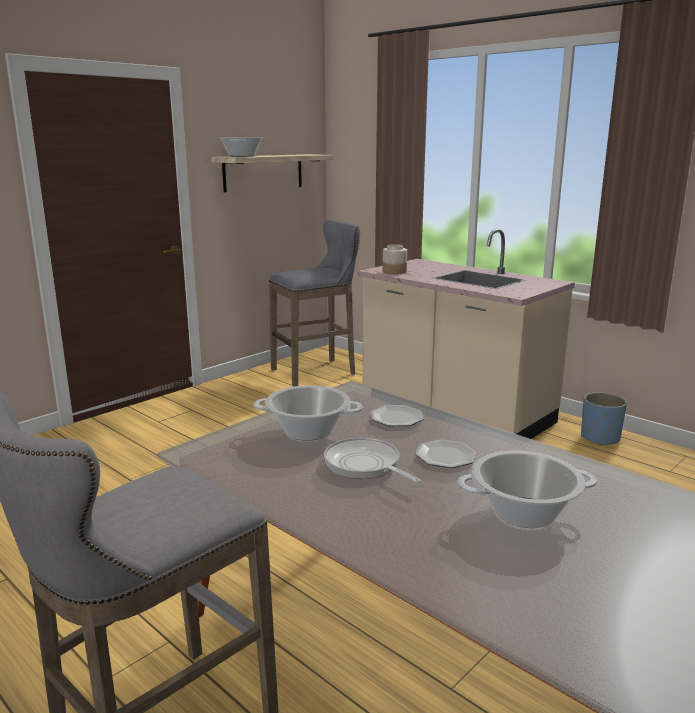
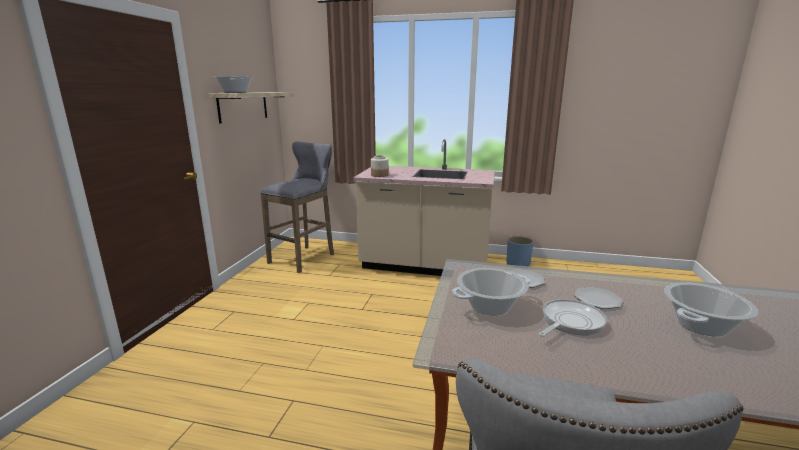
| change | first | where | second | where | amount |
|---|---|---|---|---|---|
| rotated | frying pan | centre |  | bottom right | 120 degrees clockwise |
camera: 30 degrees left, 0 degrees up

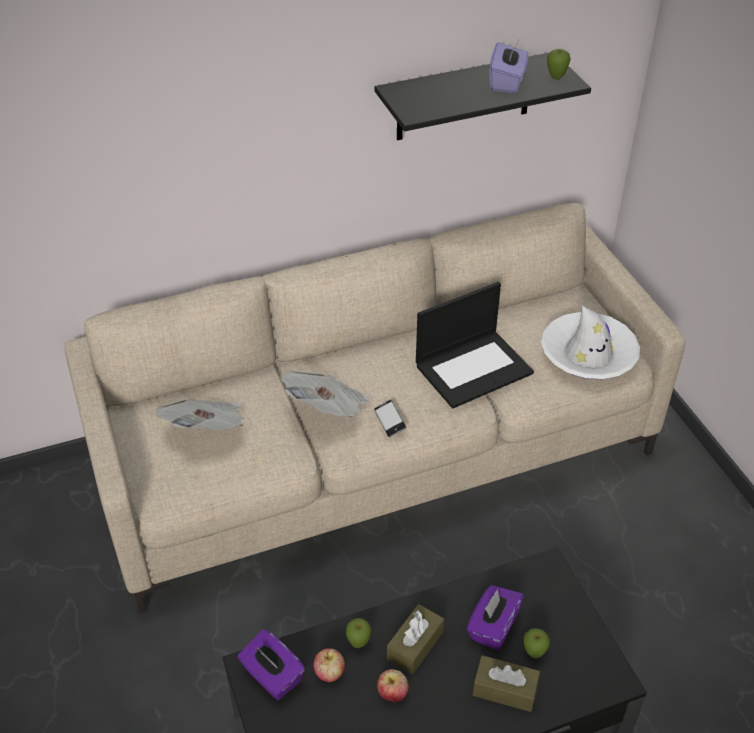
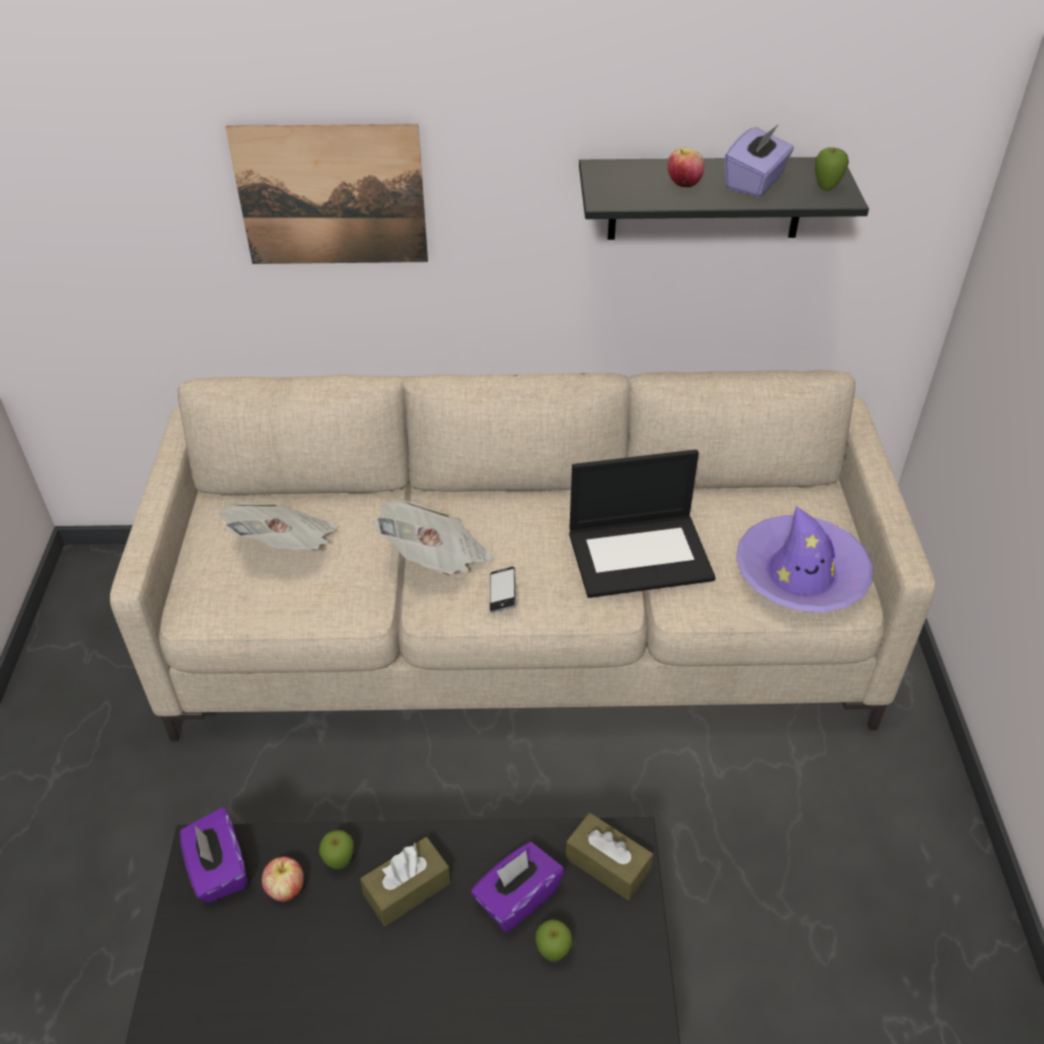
| change | first | where | second | where | amount |
|---|---|---|---|---|---|
| new |  |  | picture | top left |  |
| shifted | apple (no. 3 from left in the first image) | bottom centre | apple (no. 4 from left) | top centre |  |
| shifted | brown tissue box (no. 2 from left) | bottom right |  | bottom centre |  |
| repainted | white hat | middle right | purple hat | middle right |  |
camera: 20 degrees right, 0 degrees up

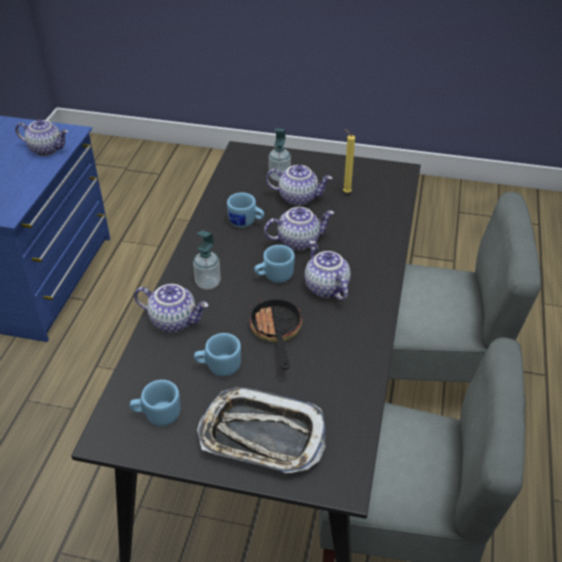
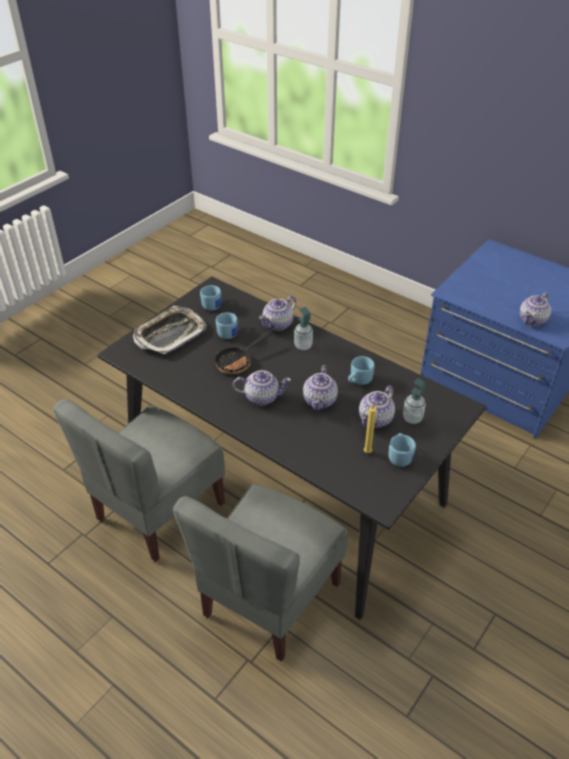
| change | first | where | second | where | amount |
|---|---|---|---|---|---|
| shifted | blue mug (no. 4 from left) | centre |  | middle right |  |
| rotated | frying pan | centre |  | centre | 120 degrees clockwise |
camera: 115 degrees right, 0 degrees up

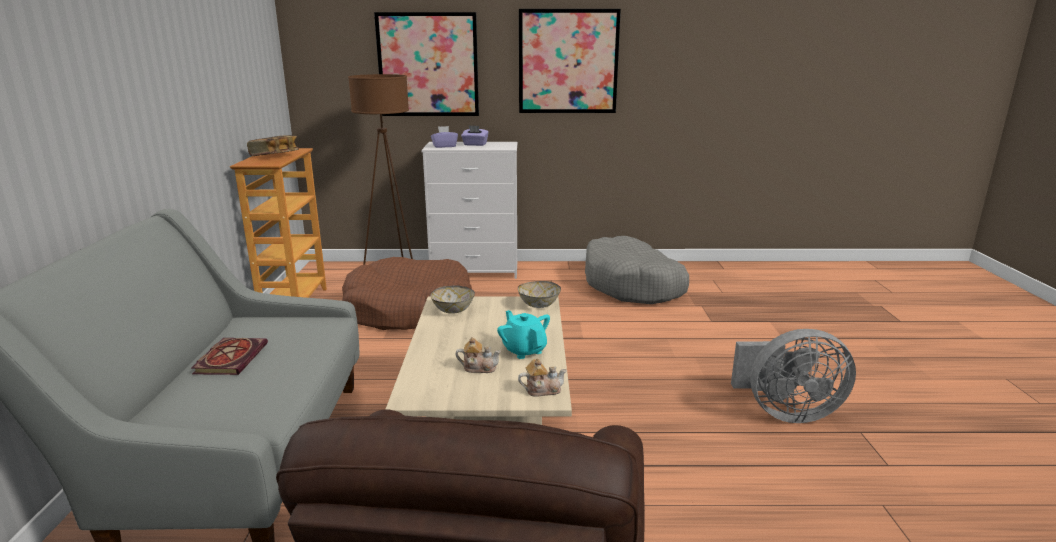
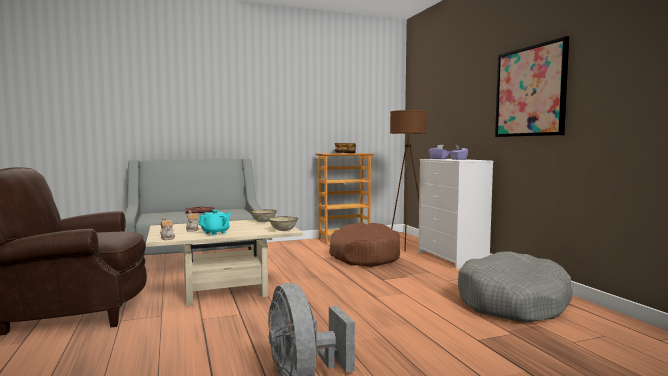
| change | first | where | second | where | amount |
|---|---|---|---|---|---|
| gone | picture (no. 1 from left) | top centre |  |  |  |
camera: 70 degrees right, 15 degrees down

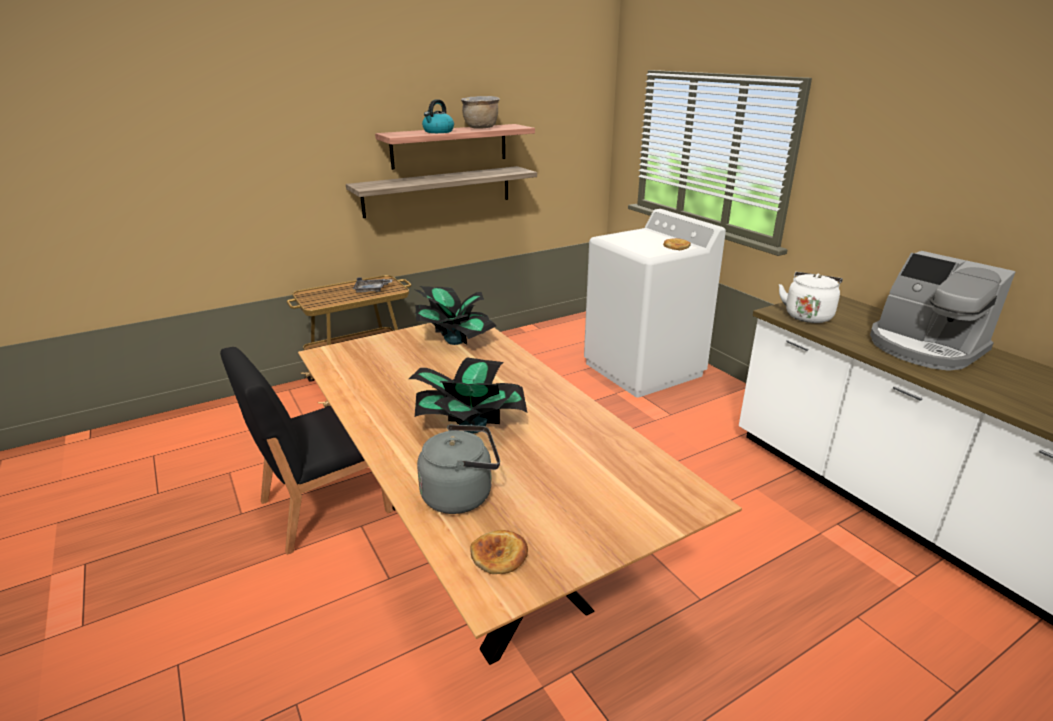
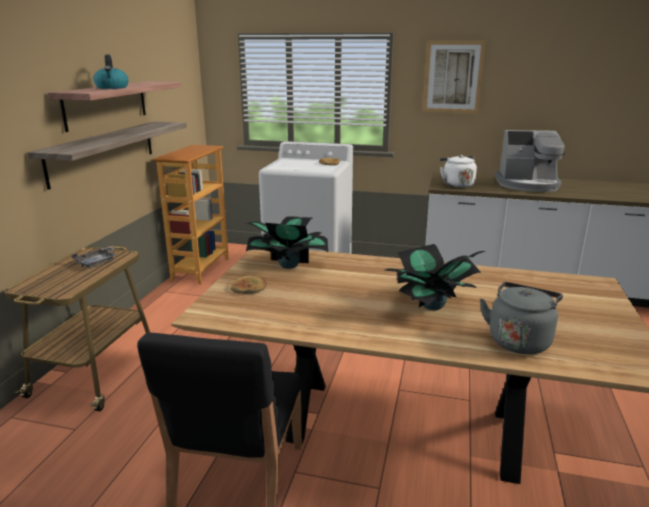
| change | first | where | second | where | amount |
|---|---|---|---|---|---|
| gone | brown cooking pot | top centre |  |  |  |
| new |  |  | bookcase | middle left |  |
| new |  |  | picture | top right |  |
| shifted | bread (no. 1 from left) | bottom centre |  | centre |  |
camera: 45 degrees left, 5 degrees down

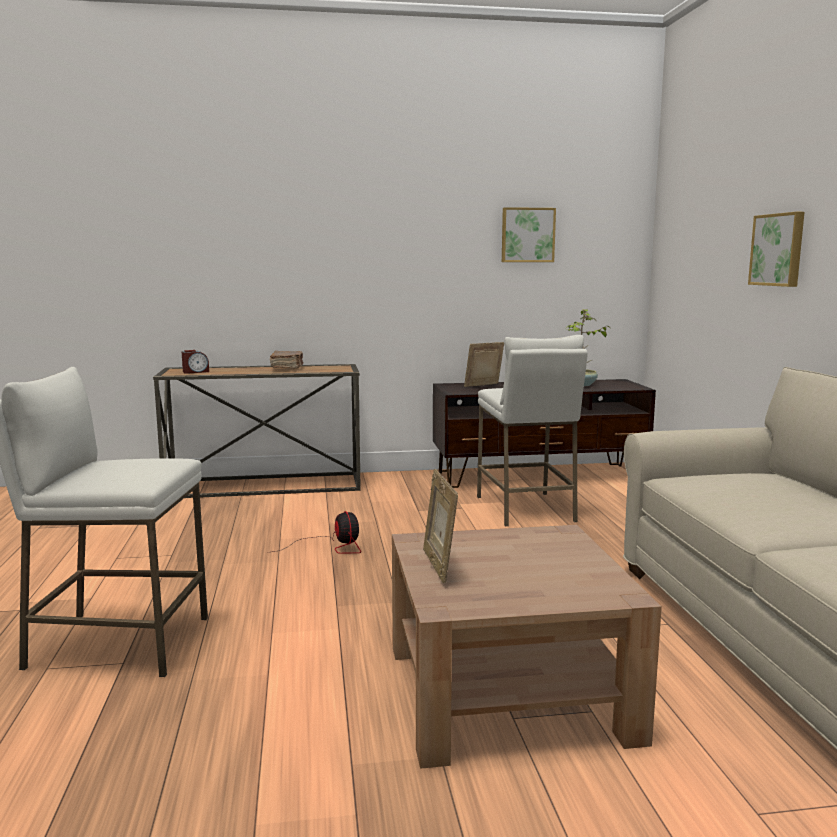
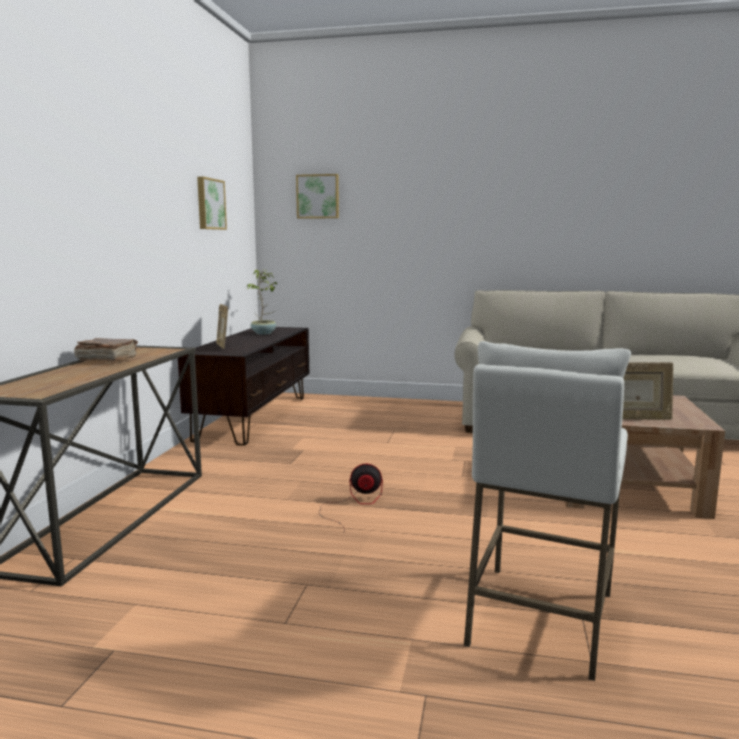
| change | first | where | second | where | amount |
|---|---|---|---|---|---|
| gone | alarm clock | middle left |  |  |  |
| gone | white stool (no. 2 from left) | centre |  |  |  |
| shifted | picture (no. 2 from left) | top right |  | top centre |  |
camera: 70 degrees left, 0 degrees up

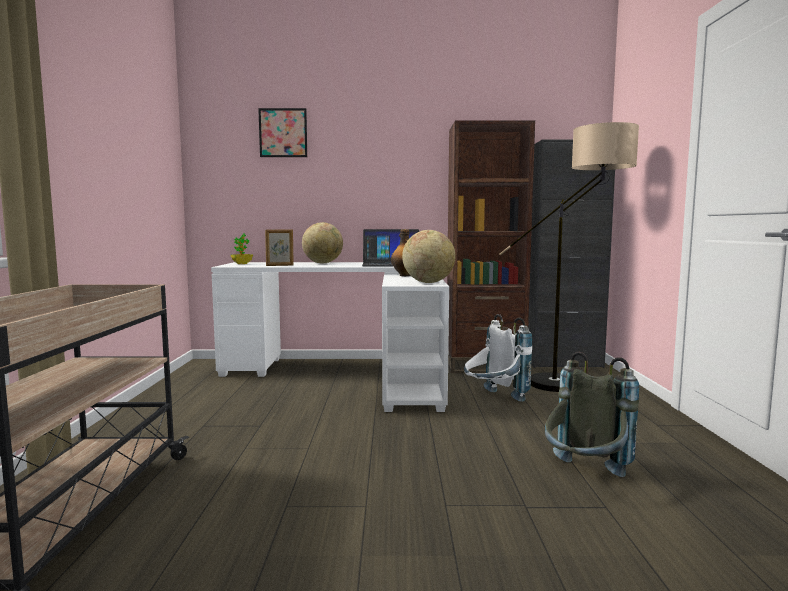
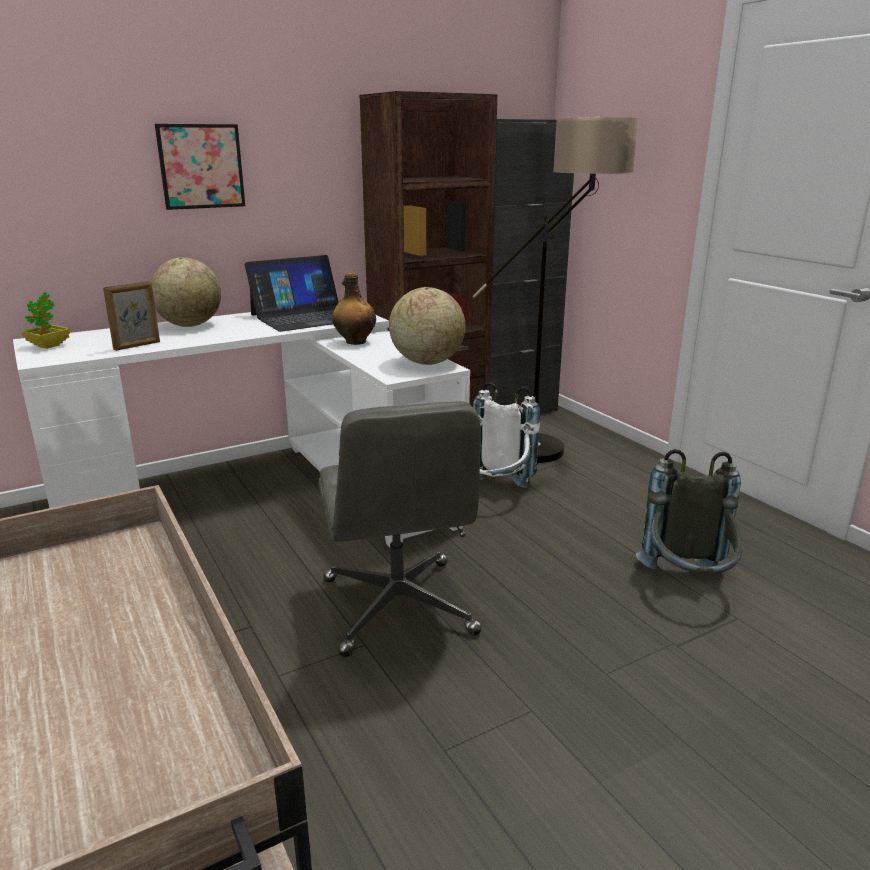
| change | first | where | second | where | amount |
|---|---|---|---|---|---|
| new |  |  | grey office chair | centre |  |
| shifted | picture | top centre |  | top left |  |
camera: 30 degrees left, 15 degrees up

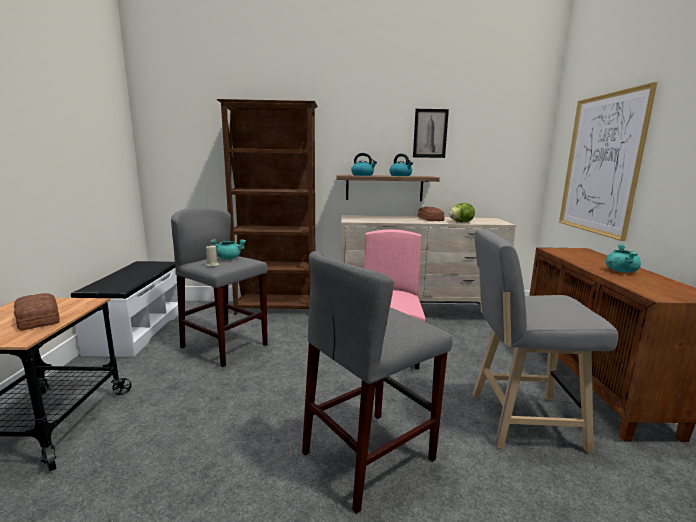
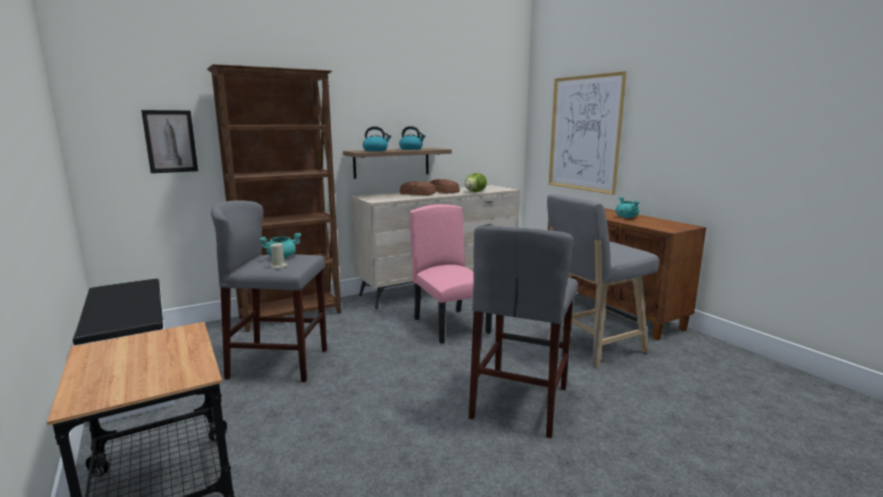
| change | first | where | second | where | amount |
|---|---|---|---|---|---|
| shifted | bread (no. 1 from left) | middle left |  | centre |  |
| shifted | picture (no. 1 from left) | top centre |  | top left |  |
camera: 30 degrees left, 0 degrees up

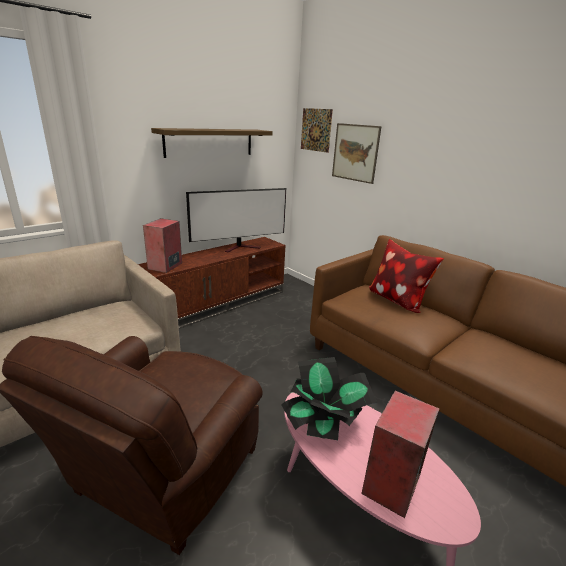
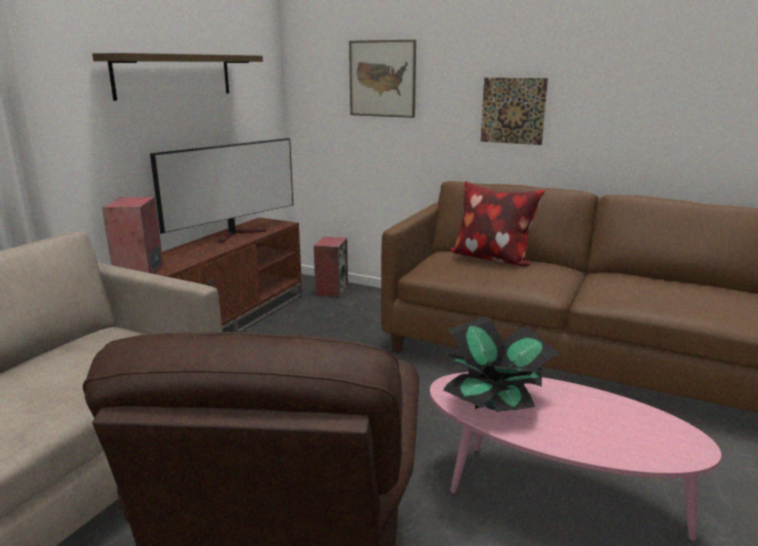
| change | first | where | second | where | amount |
|---|---|---|---|---|---|
| shifted | picture (no. 1 from left in the first image) | top centre | picture (no. 2 from left) | top right |  |
| shifted | speaker (no. 2 from left) | bottom right |  | centre |  |
camera: 20 degrees left, 5 degrees down

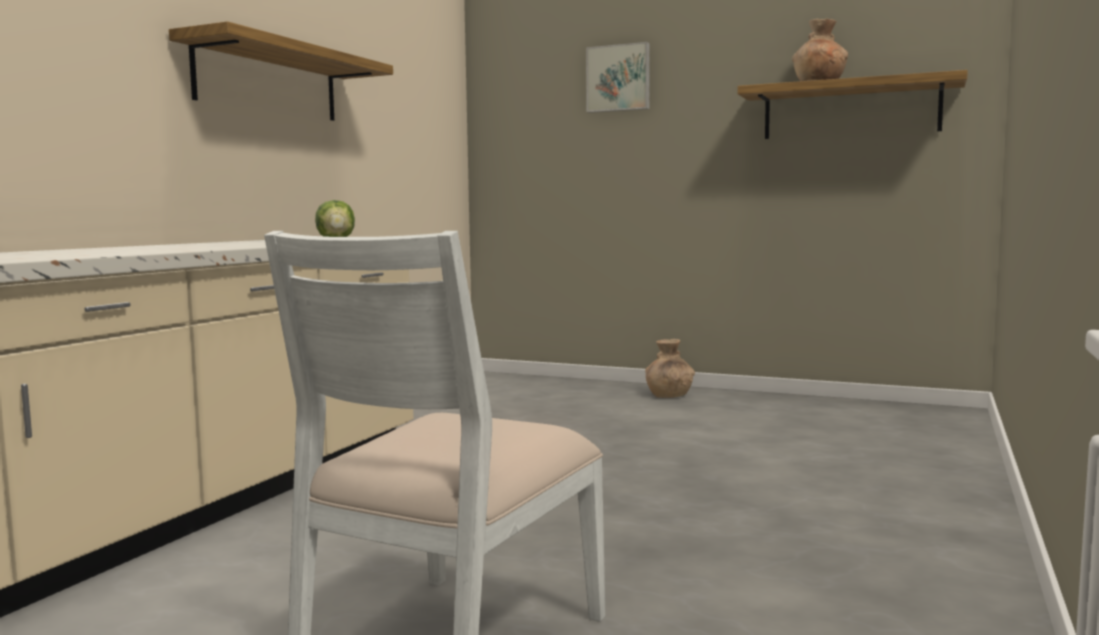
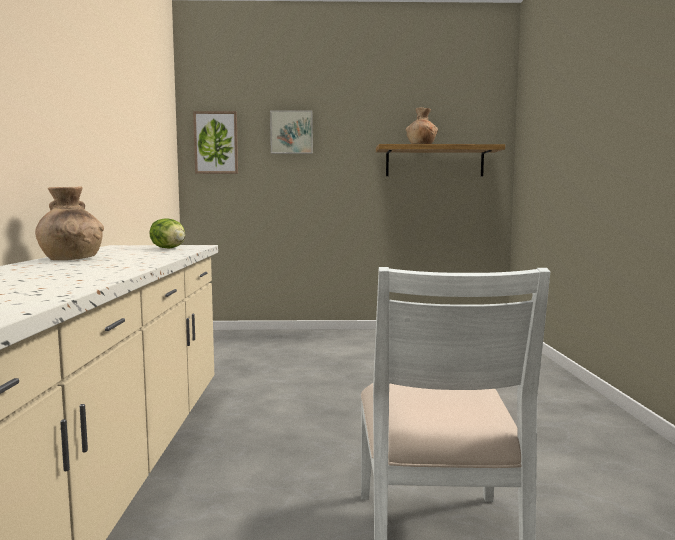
| change | first | where | second | where | amount |
|---|---|---|---|---|---|
| gone | shelf (no. 1 from left) | top left |  |  |  |
| new |  |  | picture (no. 1 from left) | top left |  |
| shifted | brown vase (no. 1 from left) | centre |  | middle left |  |
camera: 25 degrees left, 0 degrees up

